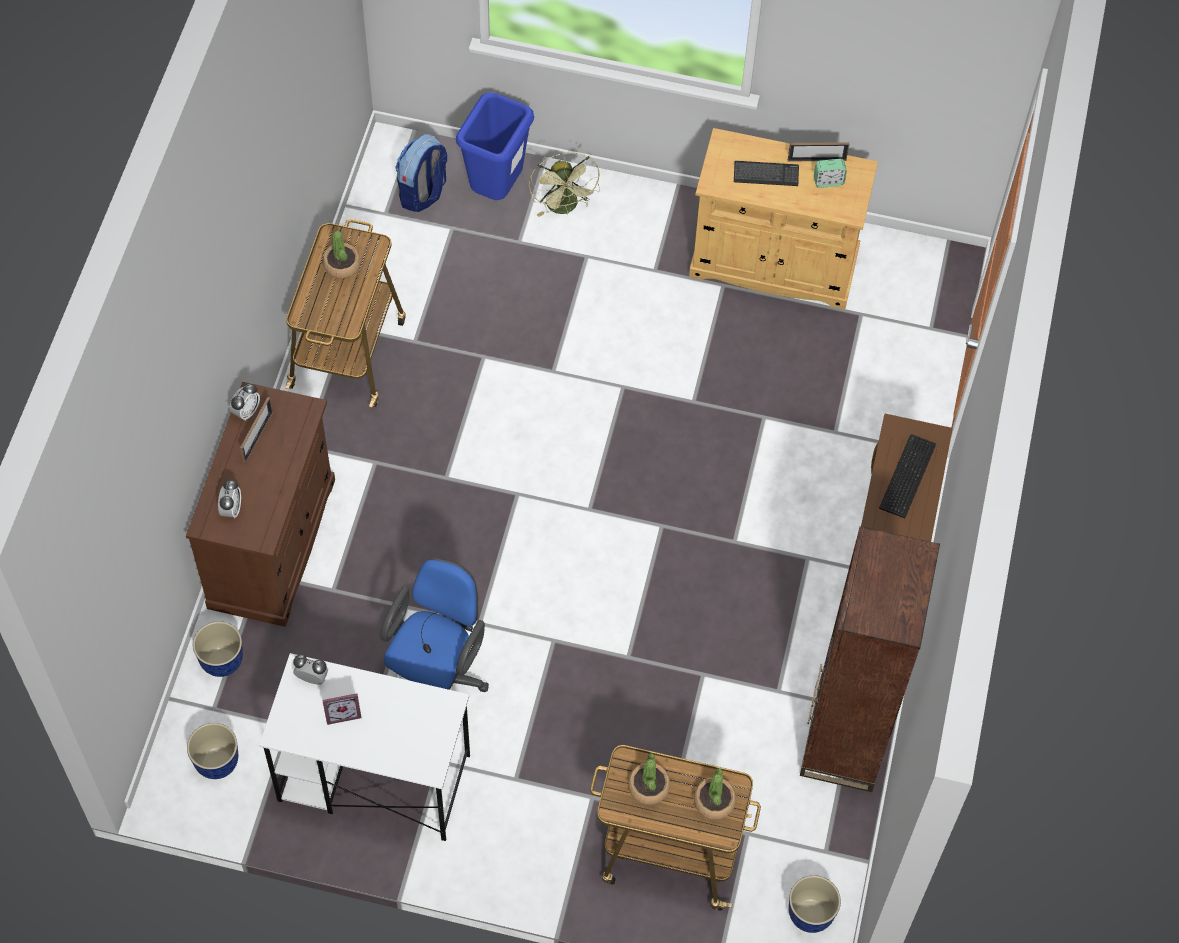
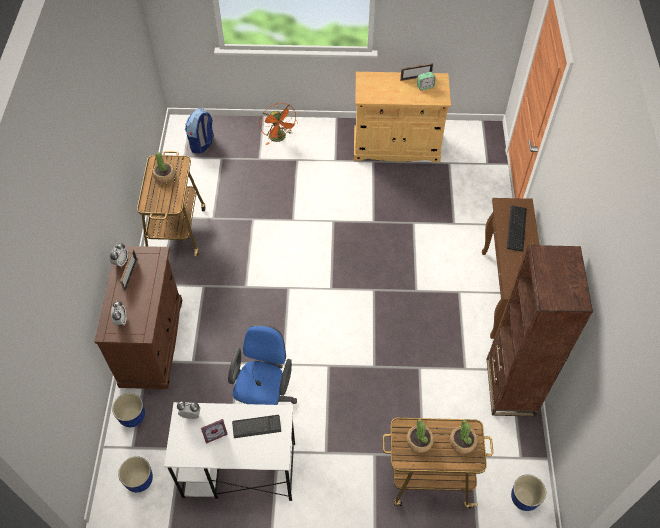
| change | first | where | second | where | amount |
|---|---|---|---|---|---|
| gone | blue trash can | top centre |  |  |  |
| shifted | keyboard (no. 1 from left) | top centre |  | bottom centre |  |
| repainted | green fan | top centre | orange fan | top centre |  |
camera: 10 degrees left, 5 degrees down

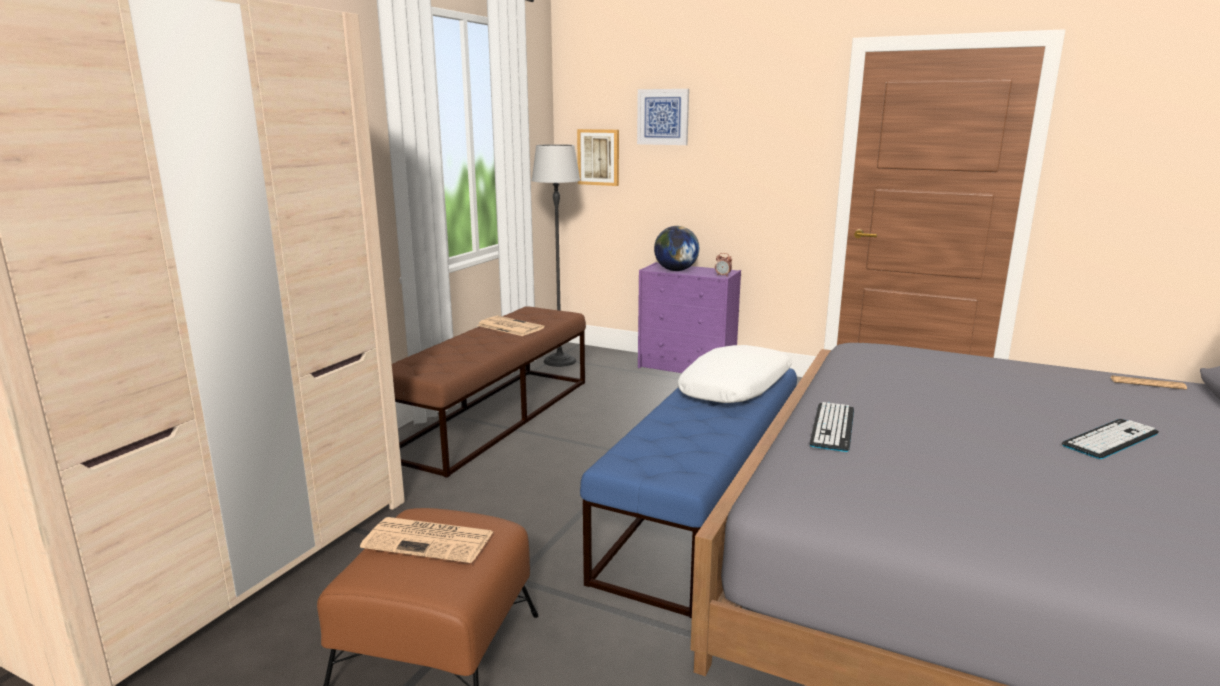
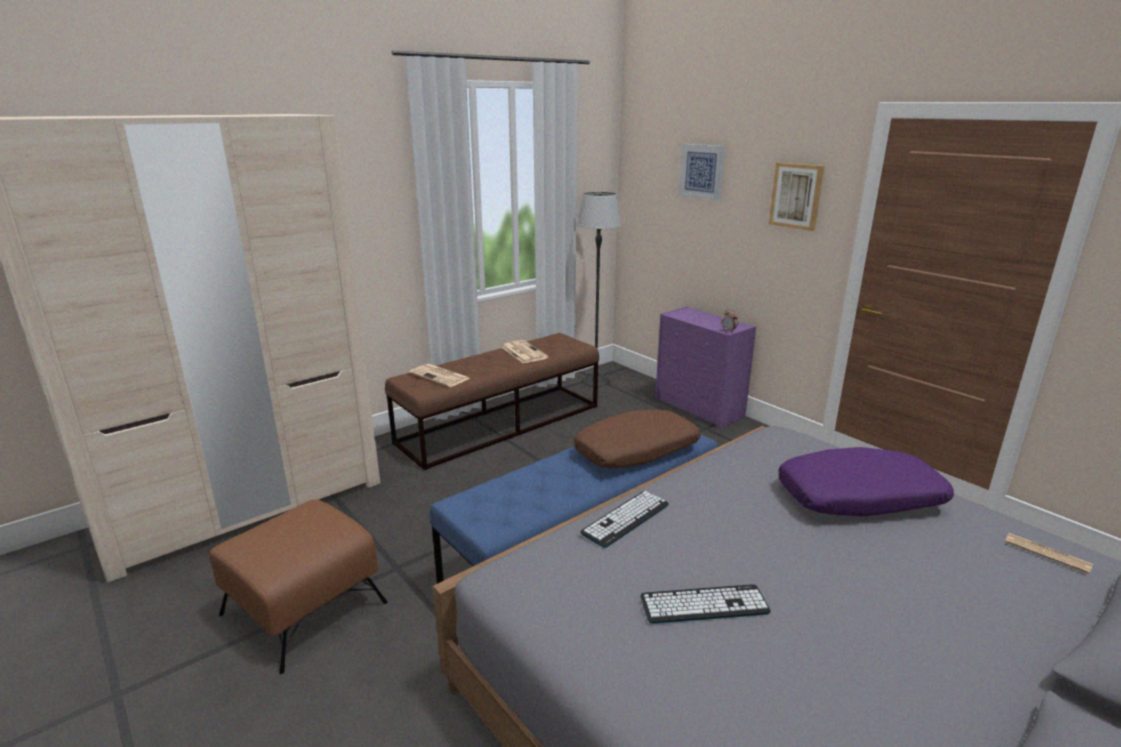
| change | first | where | second | where | amount |
|---|---|---|---|---|---|
| gone | globe | centre |  |  |  |
| new |  |  | purple pillow | middle right |  |
| shifted | newspaper (no. 1 from left) | bottom centre |  | centre |  |
| shifted | picture (no. 1 from left in the first image) | top centre | picture (no. 2 from left) | top right |  |
| shifted | keyboard (no. 2 from left) | middle right |  | bottom centre |  |
| repainted | white pillow | centre | brown pillow | centre |  |
camera: 25 degrees right, 5 degrees up

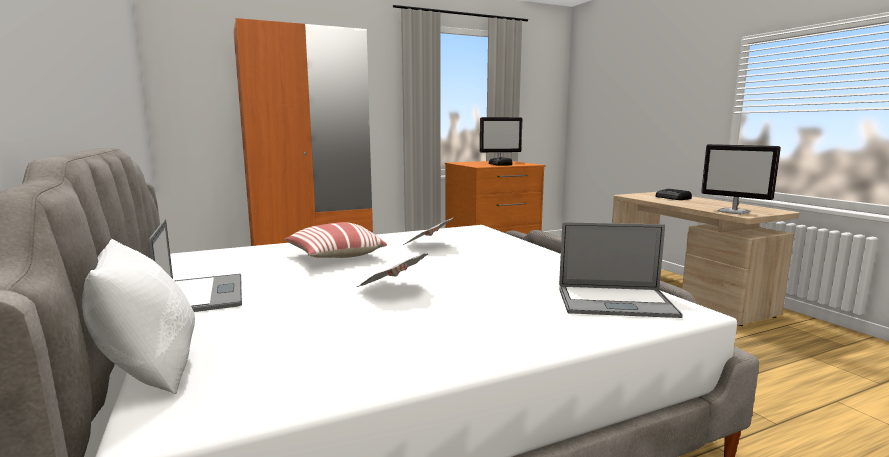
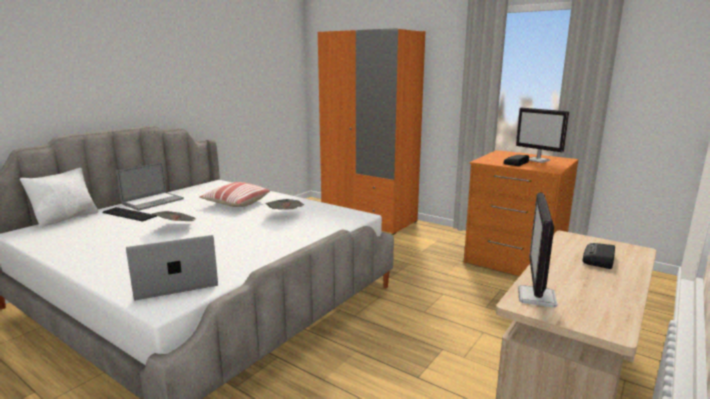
| change | first | where | second | where | amount |
|---|---|---|---|---|---|
| new |  |  | keyboard | middle left |  |
| rotated | laptop (no. 2 from left) | middle right |  | bottom left | 90 degrees clockwise |
camera: 60 degrees right, 5 degrees up

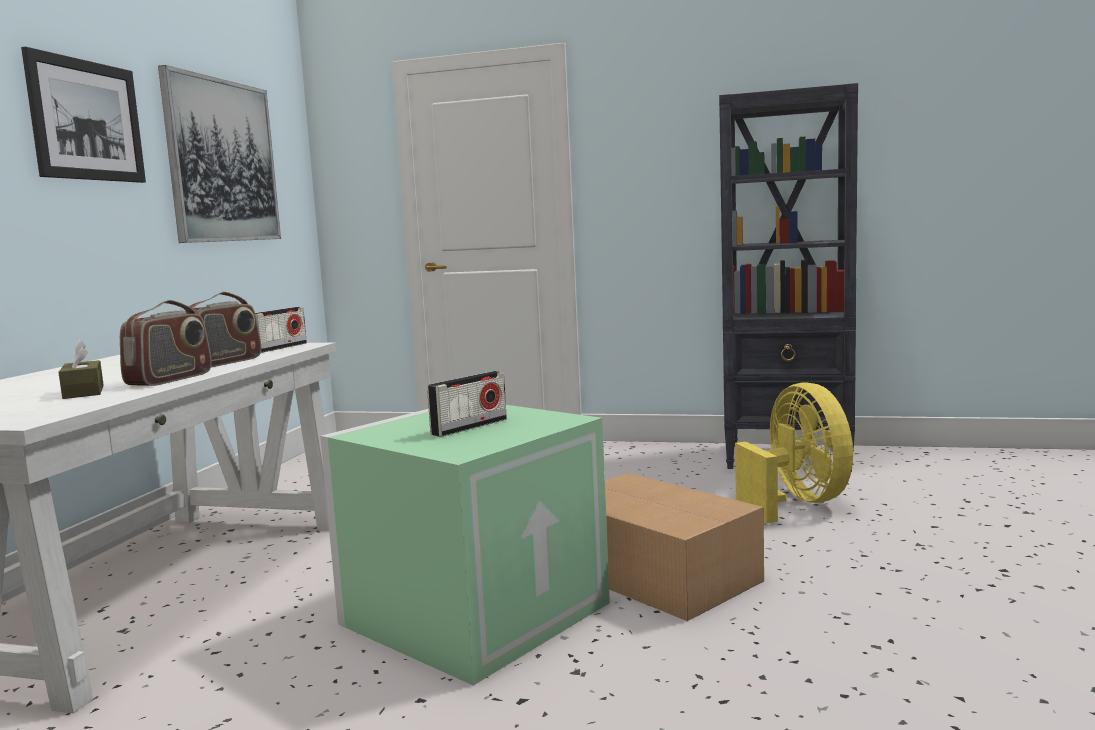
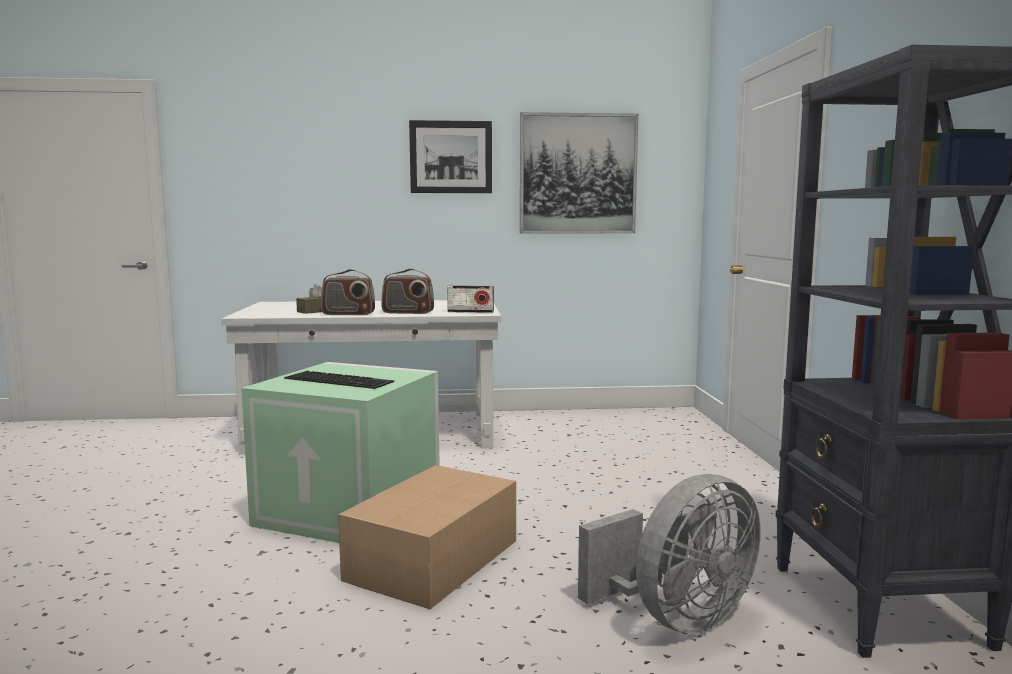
| change | first | where | second | where | amount |
|---|---|---|---|---|---|
| swapped | radio (no. 4 from left) | centre | keyboard | centre |  |
| repainted | yellow fan | middle right | grey fan | bottom centre |  |
camera: 70 degrees right, 0 degrees up

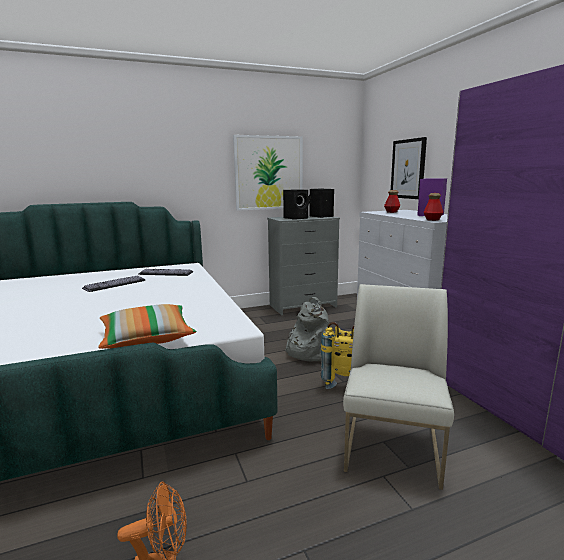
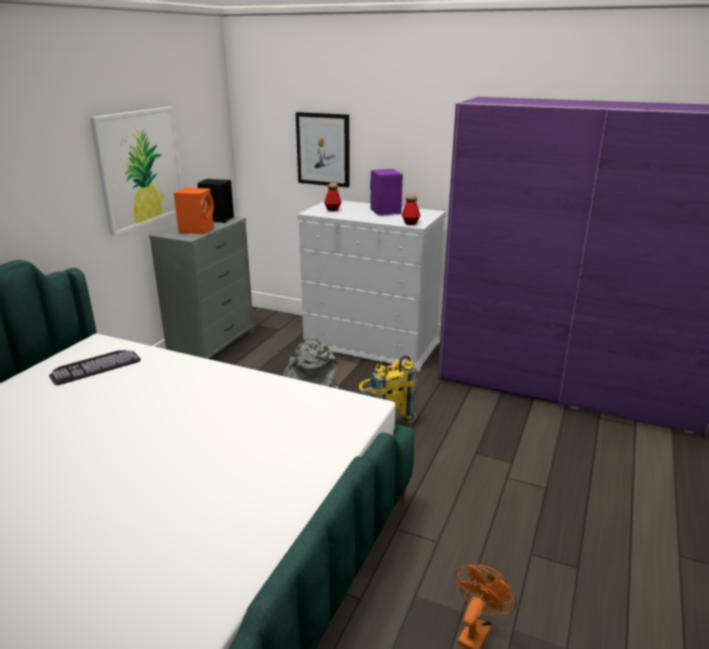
| change | first | where | second | where | amount |
|---|---|---|---|---|---|
| gone | keyboard (no. 1 from left) | middle left |  |  |  |
| gone | pillow | middle left |  |  |  |
| gone | white chair | bottom right |  |  |  |
| repainted | black speaker (no. 1 from left) | centre | orange speaker | top left |  |
camera: 45 degrees left, 10 degrees up

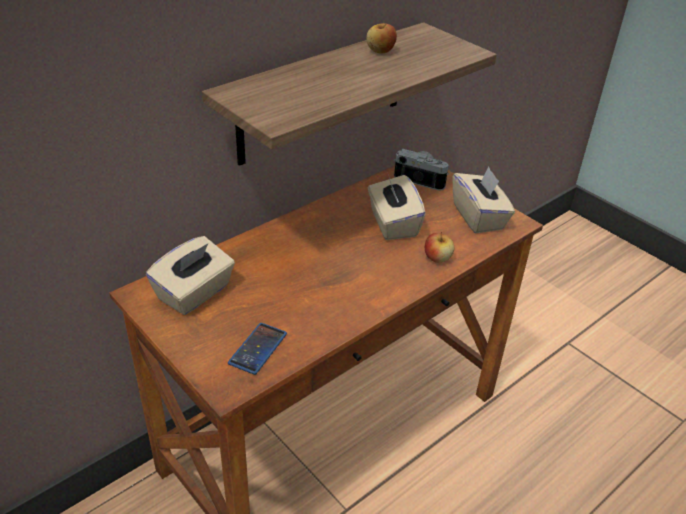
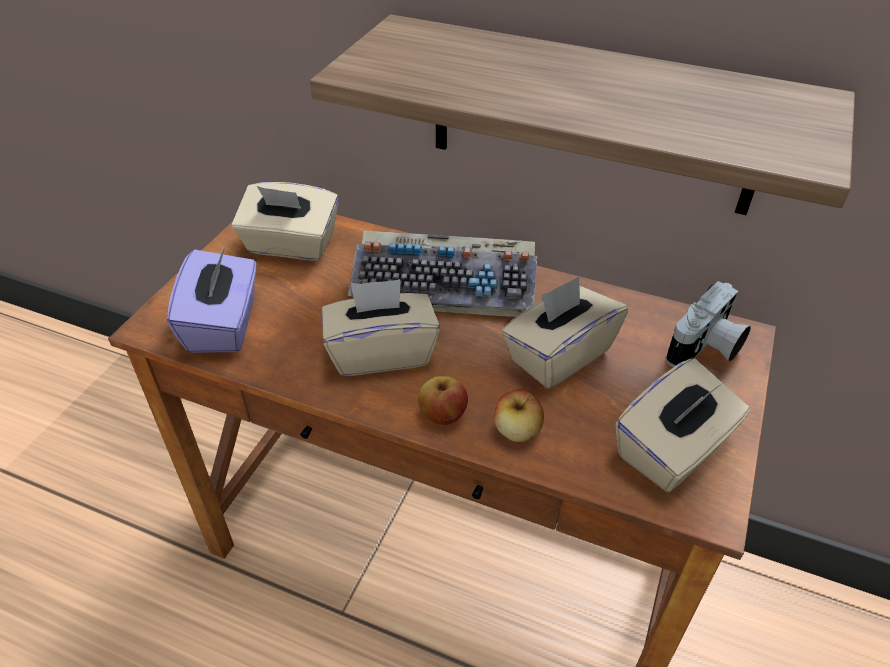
| change | first | where | second | where | amount |
|---|---|---|---|---|---|
| new |  |  | beige tissue box (no. 2 from left) | centre |  |
| new |  |  | keyboard | centre |  |
| shifted | apple (no. 1 from left) | top centre |  | centre |  |
| swapped | phone | bottom centre | purple tissue box | middle left |  |
| rotated | photo camera | top centre |  | middle right | 45 degrees clockwise |
camera: 65 degrees right, 5 degrees up

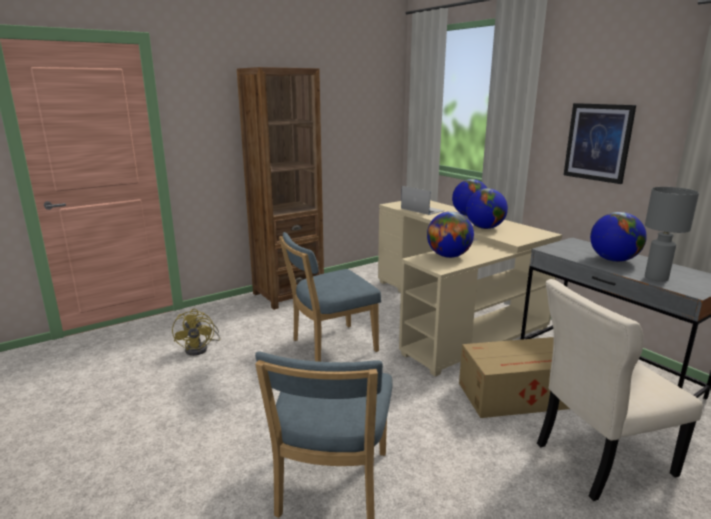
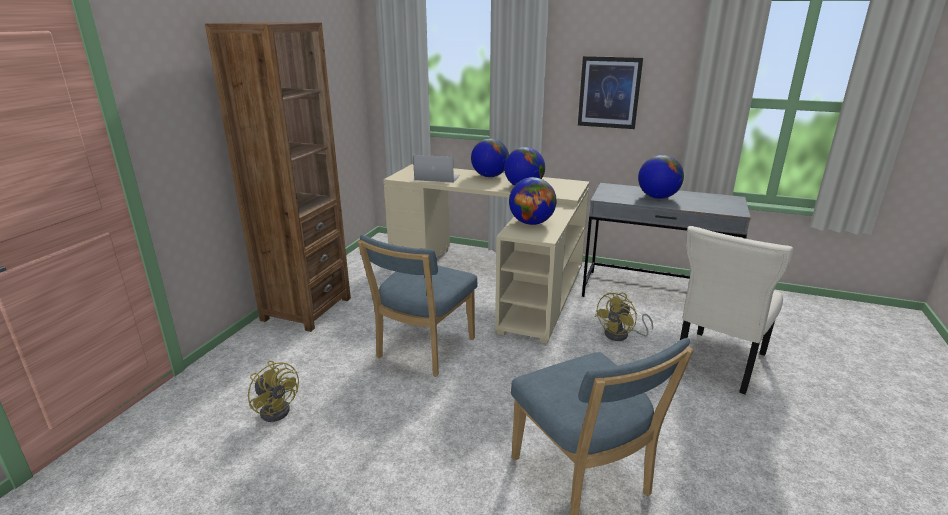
| change | first | where | second | where | amount |
|---|---|---|---|---|---|
| gone | grey table lamp | middle right |  |  |  |
| swapped | cardboard box | bottom right | yellow fan (no. 2 from left) | centre |  |
camera: 35 degrees left, 5 degrees up

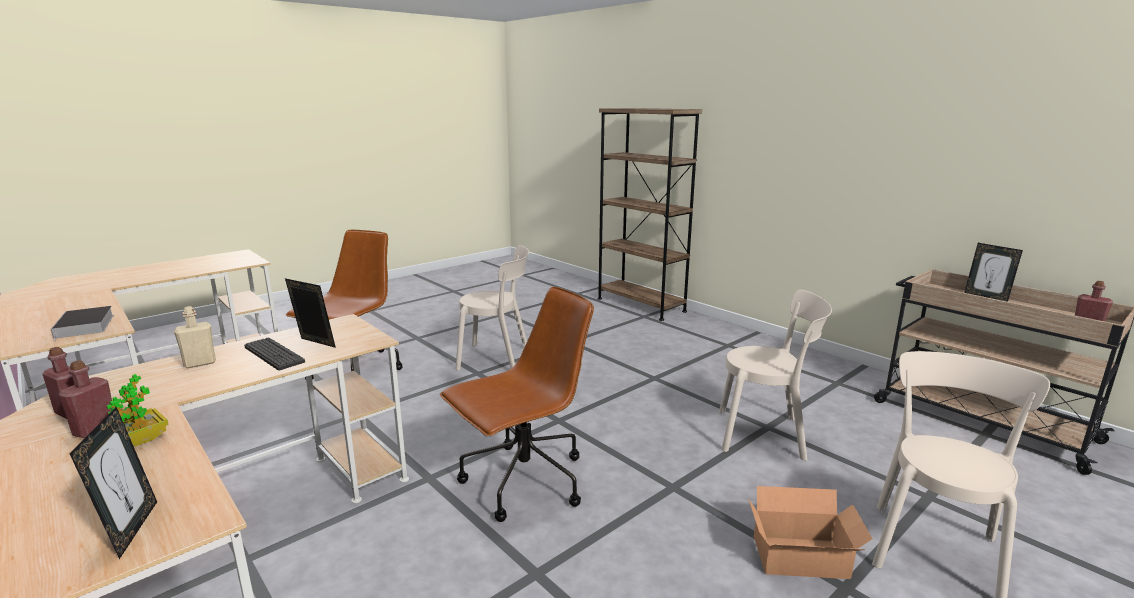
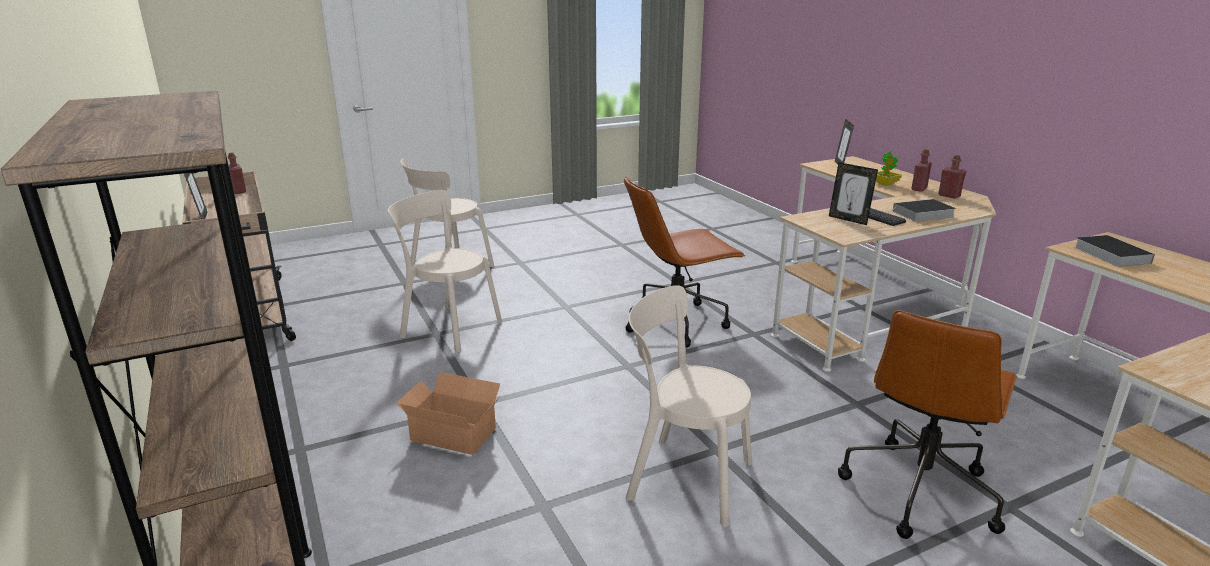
| change | first | where | second | where | amount |
|---|---|---|---|---|---|
| shifted | cardboard box | bottom right |  | bottom centre |  |
| swapped | beige bottle | middle left | book (no. 1 from left) | middle right |  |
camera: 165 degrees left, 5 degrees up

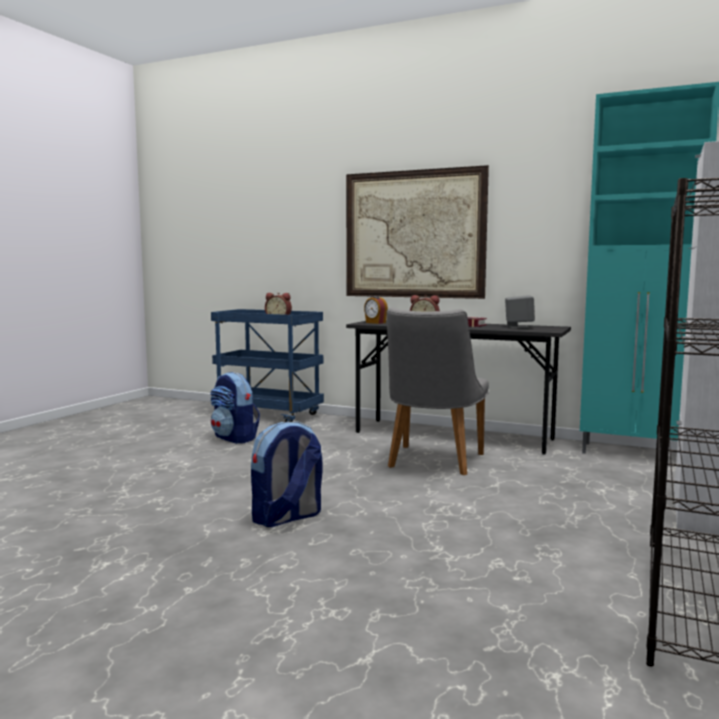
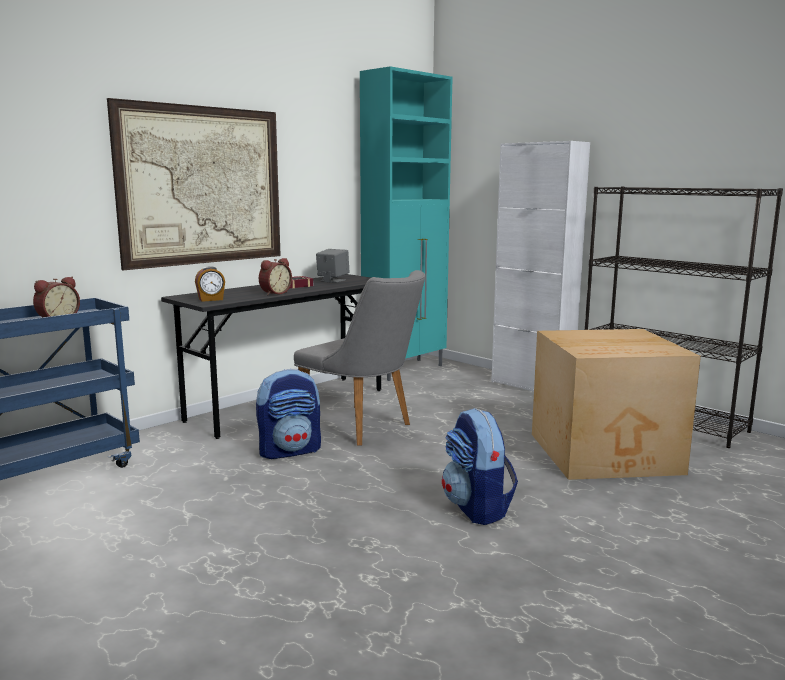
| change | first | where | second | where | amount |
|---|---|---|---|---|---|
| new |  |  | cardboard box | middle right |  |
| shifted | backpack (no. 1 from left) | middle left |  | centre |  |
camera: 70 degrees left, 5 degrees up

